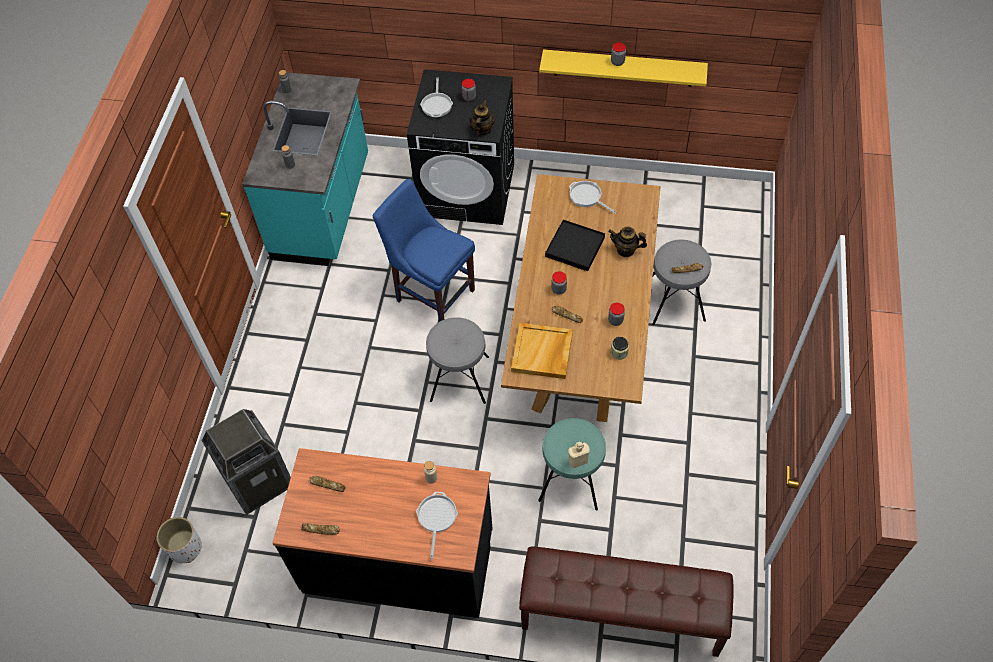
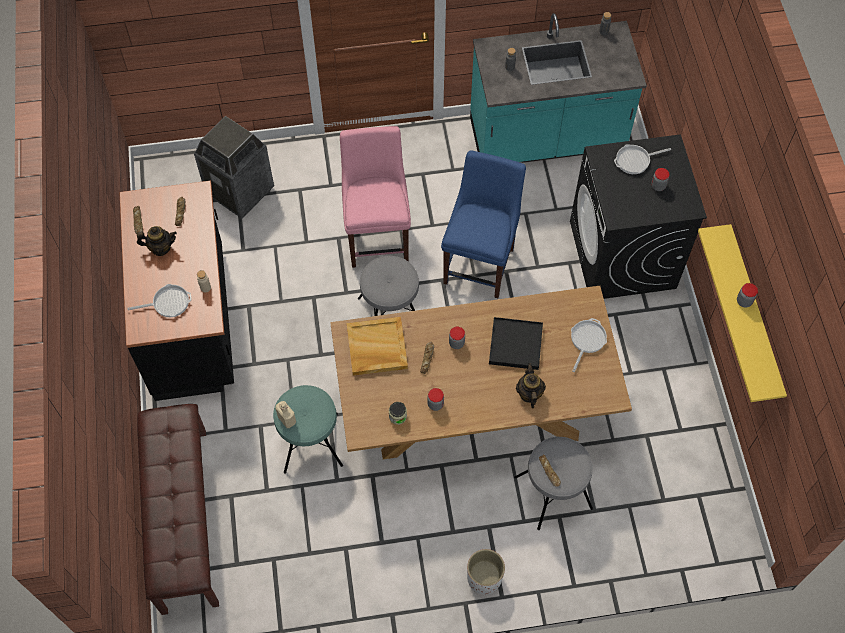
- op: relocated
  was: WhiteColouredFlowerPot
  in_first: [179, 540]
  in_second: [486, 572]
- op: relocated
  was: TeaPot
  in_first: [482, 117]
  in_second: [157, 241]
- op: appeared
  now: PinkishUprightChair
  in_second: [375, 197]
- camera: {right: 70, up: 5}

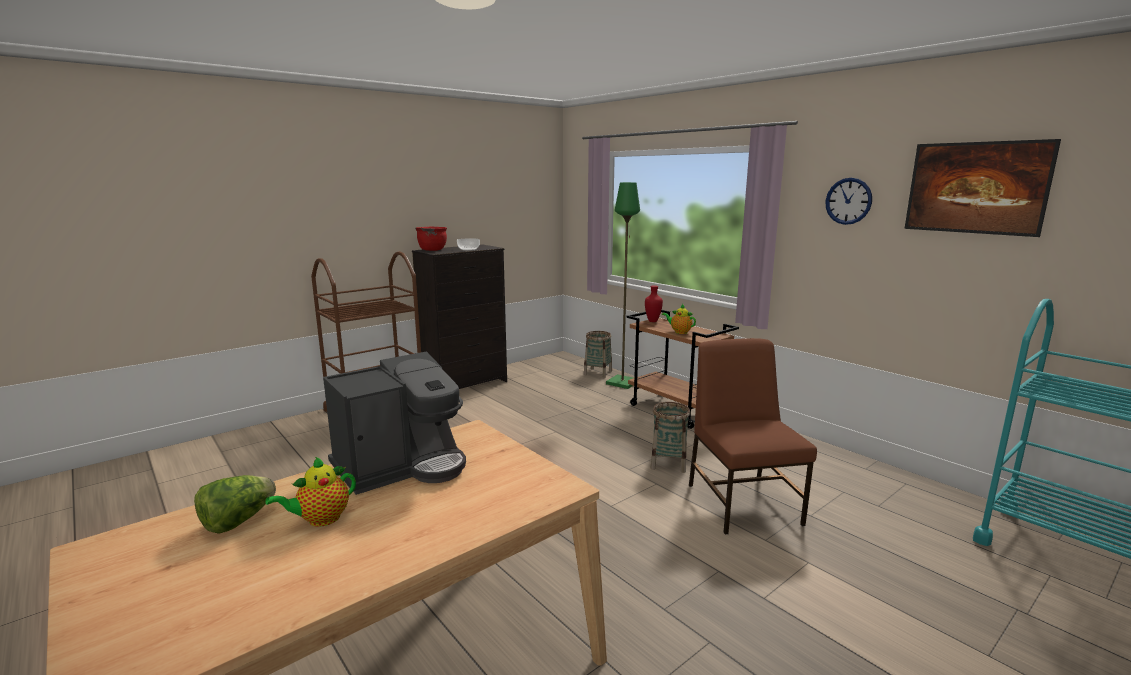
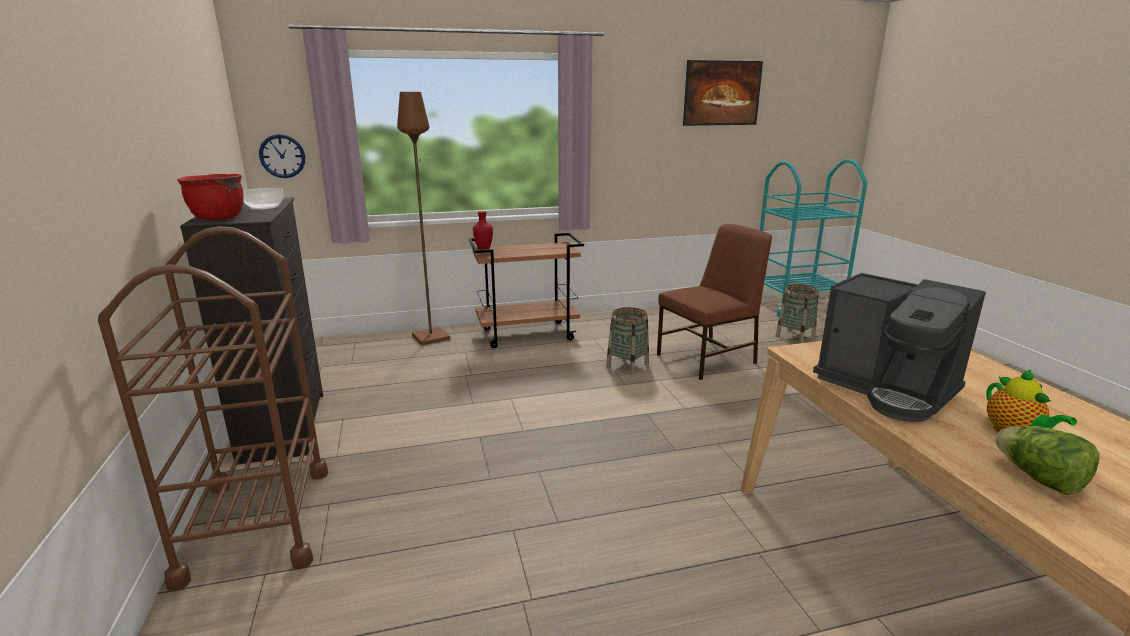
- op: spun
  was: CoffeeBrewer
  in_first: [394, 423]
  in_second: [899, 347]
  clockwise: 150
- op: relocated
  was: Basket
  in_first: [598, 354]
  in_second: [797, 314]
- op: colour
  was: GreenishStandardLamp
  now: BrownStandardLamp
  in_first: [623, 285]
  in_second: [423, 219]
- op: missing
  was: TeaPot
  in_first: [679, 319]
- op: spun
  was: BrownUprightChair
  in_first: [753, 436]
  in_second: [714, 302]
  clockwise: 135
- op: relocated
  was: WallClock
  in_first: [849, 201]
  in_second: [282, 156]
- camera: {right: -65, up: 5}

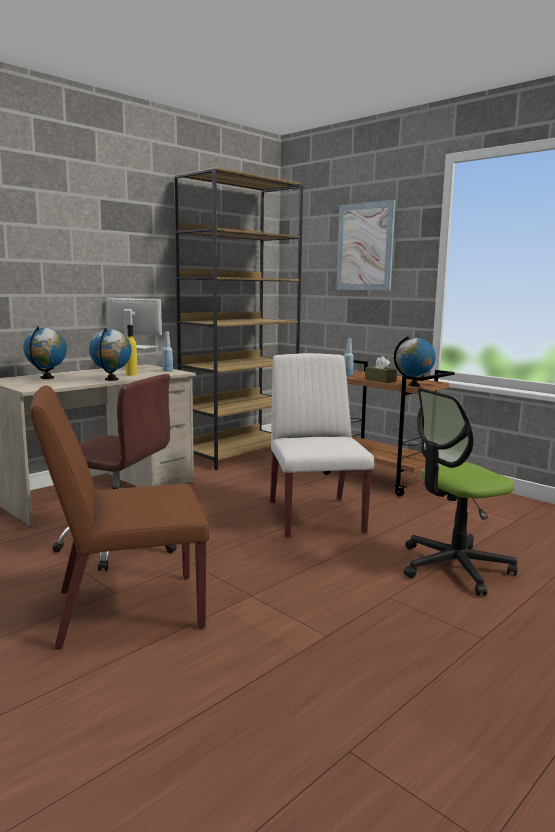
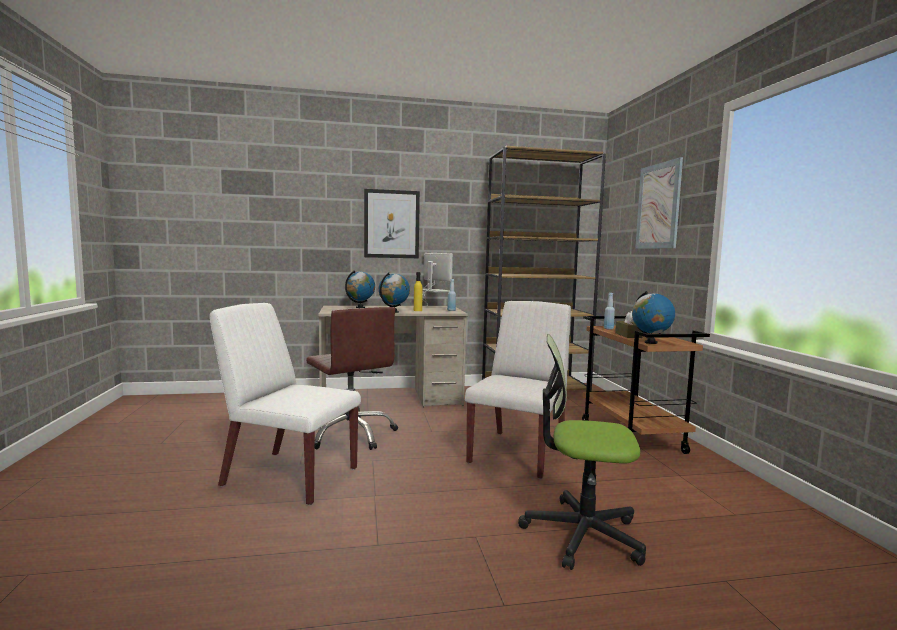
- op: colour
  was: BrownUprightChair
  now: WhiteColouredUprightChair
  in_first: [119, 517]
  in_second: [285, 404]
- op: appeared
  now: Picture
  in_second: [392, 223]
- camera: {right: 35, up: -5}

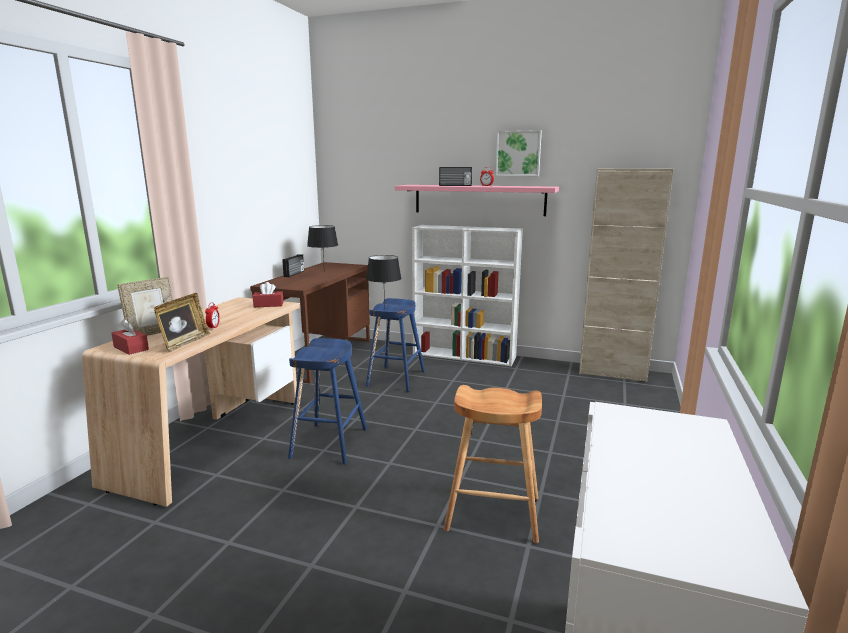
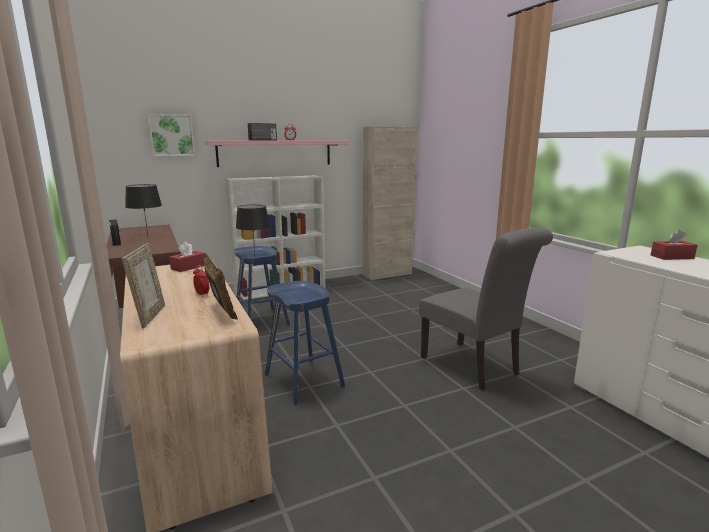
- op: relocated
  was: RedColouredTissueBox
  in_first: [130, 337]
  in_second: [674, 244]
- op: exchanged
  was: BrownStoolSeat
  now: GrayUprightChair
  in_first: [493, 464]
  in_second: [486, 309]
- op: relocated
  was: Picture
  in_first: [519, 153]
  in_second: [171, 135]
- camera: {right: -45, up: 0}

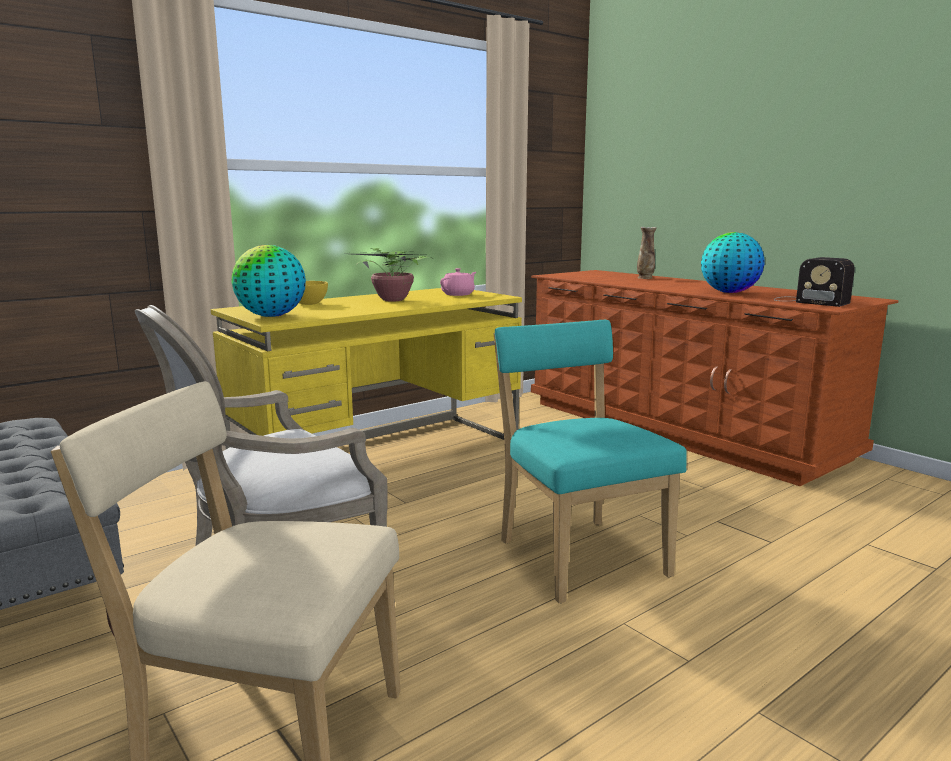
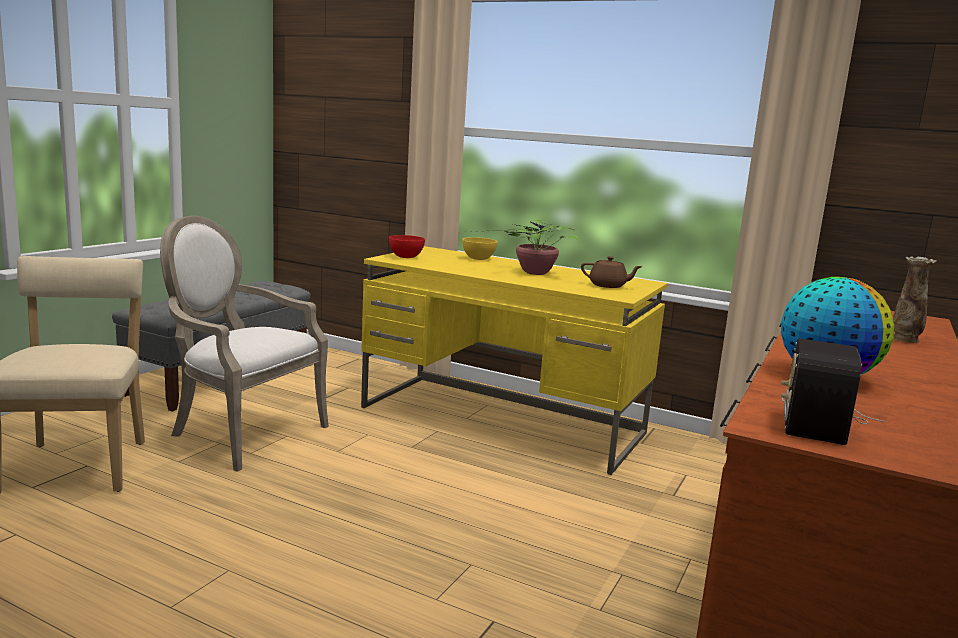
- op: exchanged
  was: WorldGlobe
  now: RedColouredDeepDish
  in_first: [269, 281]
  in_second: [407, 246]
- op: colour
  was: PinkishTeaPot
  now: BrownTeaPot
  in_first: [458, 282]
  in_second: [612, 272]
- op: missing
  was: TurquoiseColouredUprightChair
  in_first: [590, 461]
- camera: {right: 65, up: 0}

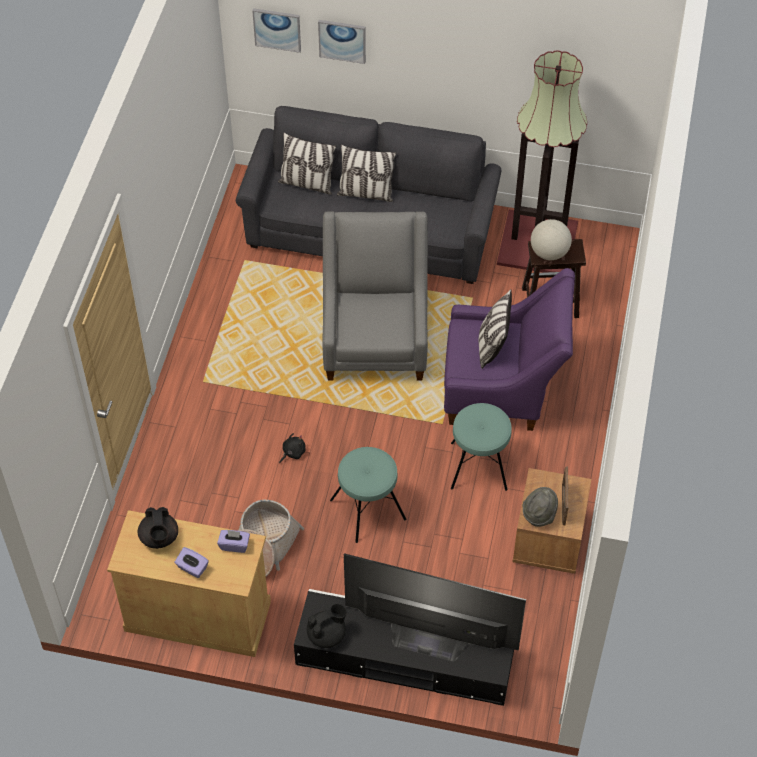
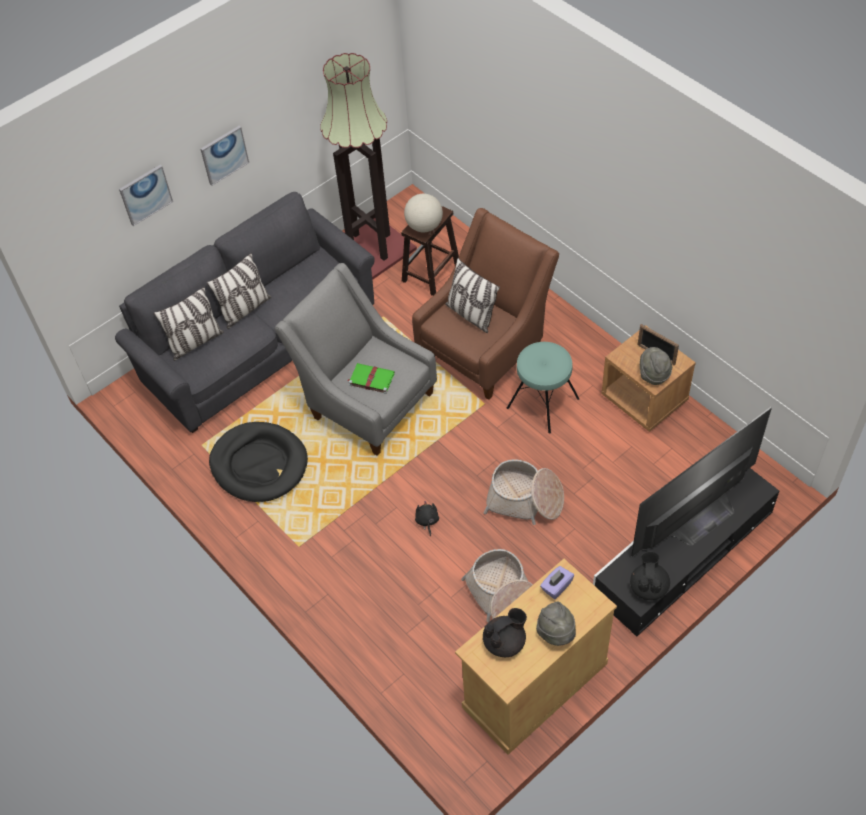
- op: spun
  was: BlackishTeaPot
  in_first: [158, 528]
  in_second: [505, 632]
  clockwise: -60
- op: exchanged
  was: PurpleColouredTissueBox
  now: GrayHat
  in_first: [191, 562]
  in_second: [556, 624]
- op: relocated
  was: Picture
  in_first: [276, 30]
  in_second: [224, 156]
- op: exchanged
  was: TurquoiseColouredStoolSeat
  now: Basket
  in_first: [368, 495]
  in_second: [524, 492]
- op: colour
  was: PurpleColouredEasyChair
  now: BrownEasyChair
  in_first: [509, 349]
  in_second: [485, 304]
- op: appeared
  now: BlackishPetBed
  in_second: [258, 462]
- op: appeared
  now: GreenishBoundBook
  in_second: [371, 378]
- camera: {right: -50, up: 0}

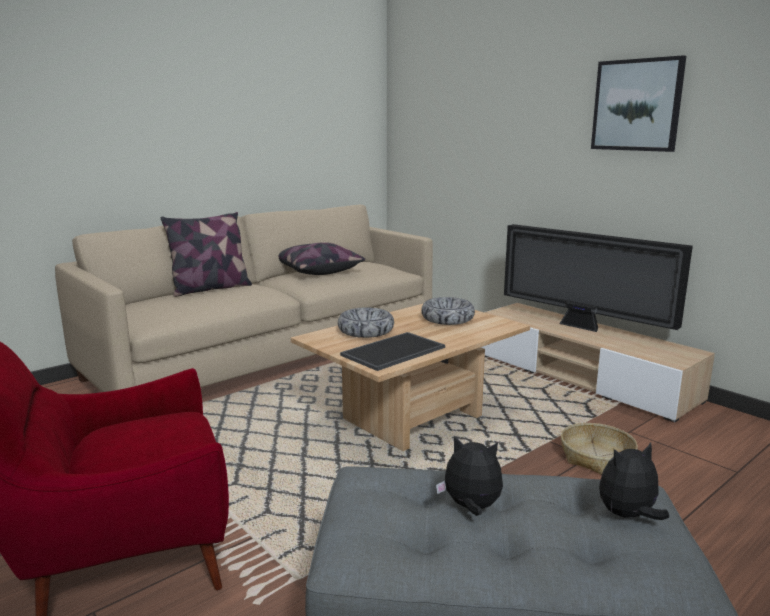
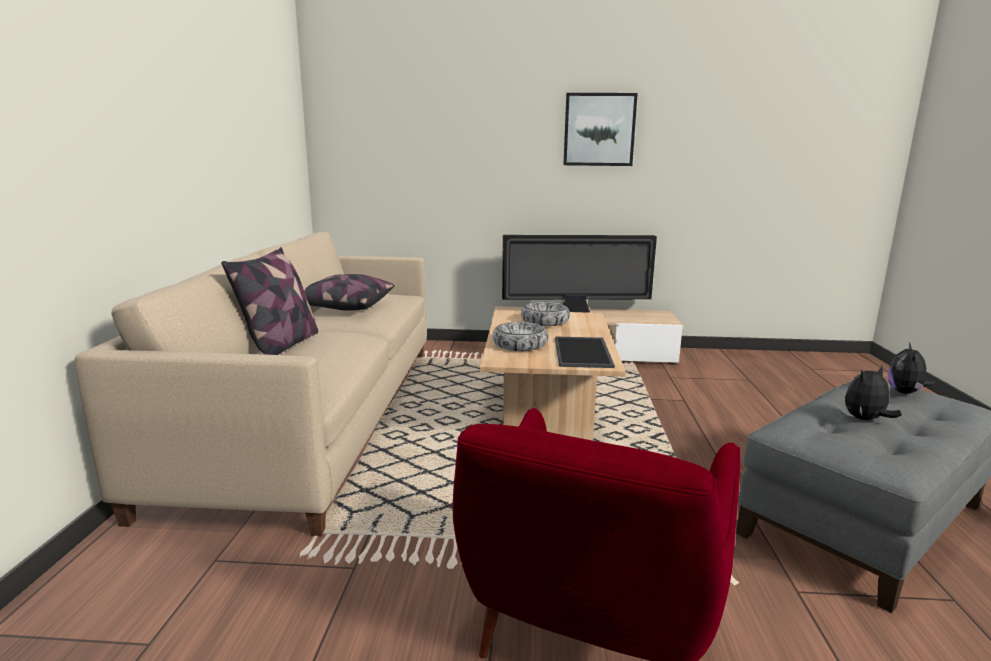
- op: missing
  was: Basket
  in_first: [599, 449]
- camera: {right: -45, up: 0}

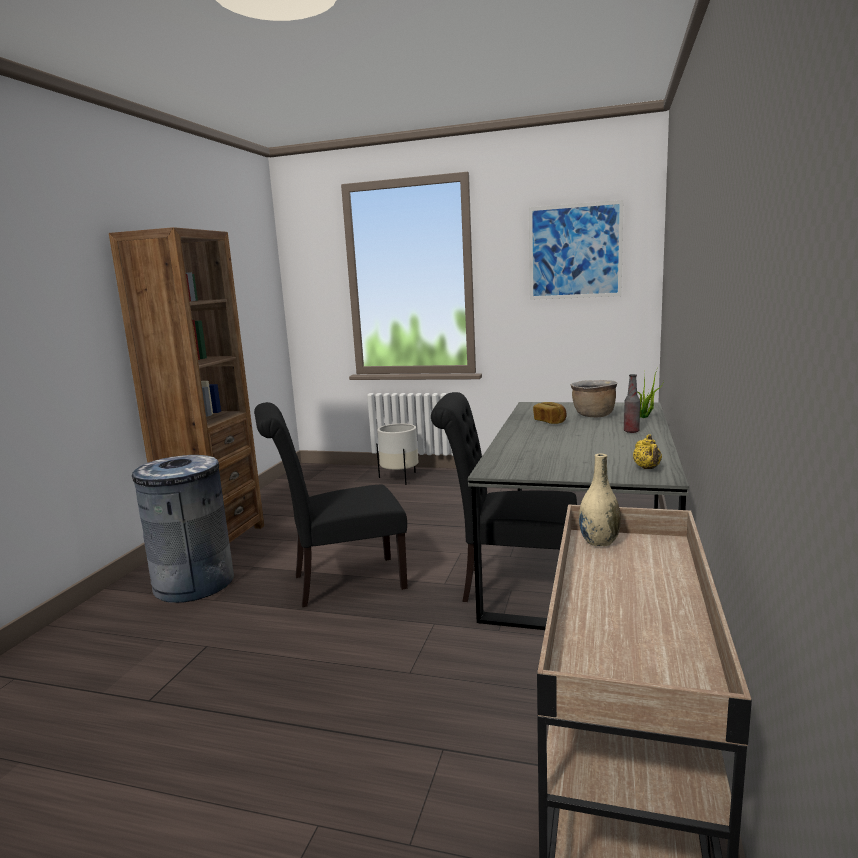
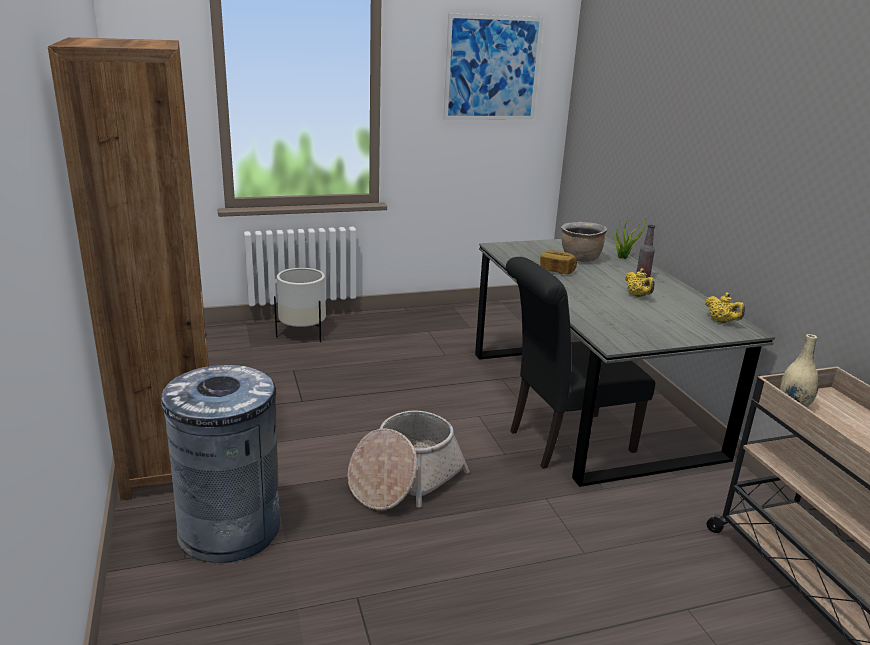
- op: exchanged
  was: BlackishUprightChair
  now: Basket
  in_first: [331, 504]
  in_second: [408, 460]
- op: appeared
  now: YellowishTeaPot
  in_second: [640, 282]
- camera: {right: -35, up: 10}

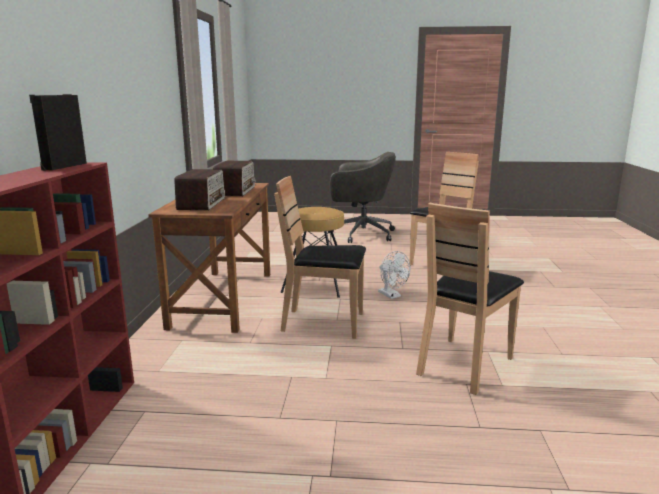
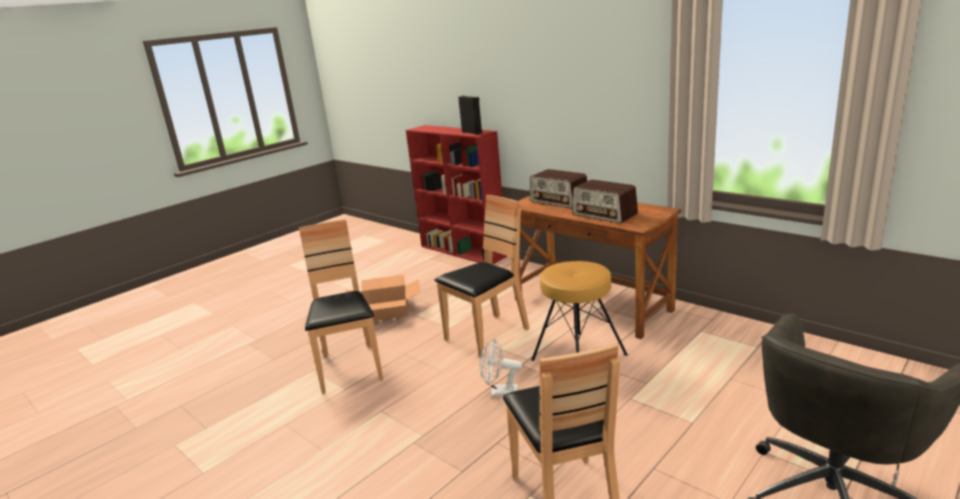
- op: appeared
  now: PackingBox
  in_second: [383, 298]
- camera: {right: 130, up: 5}

